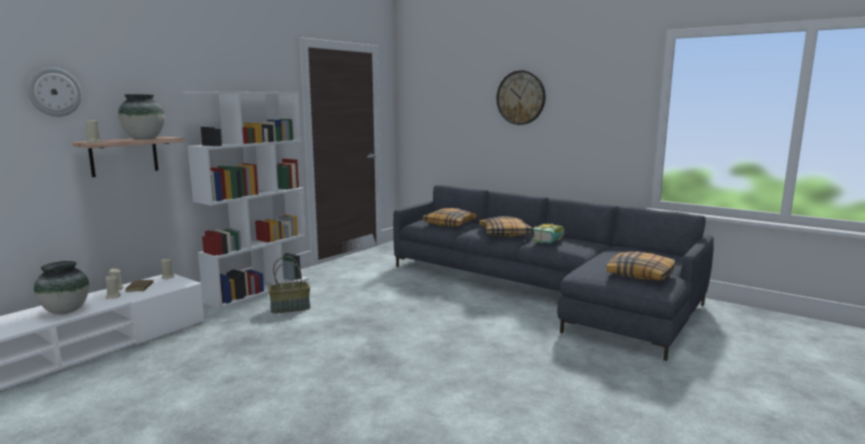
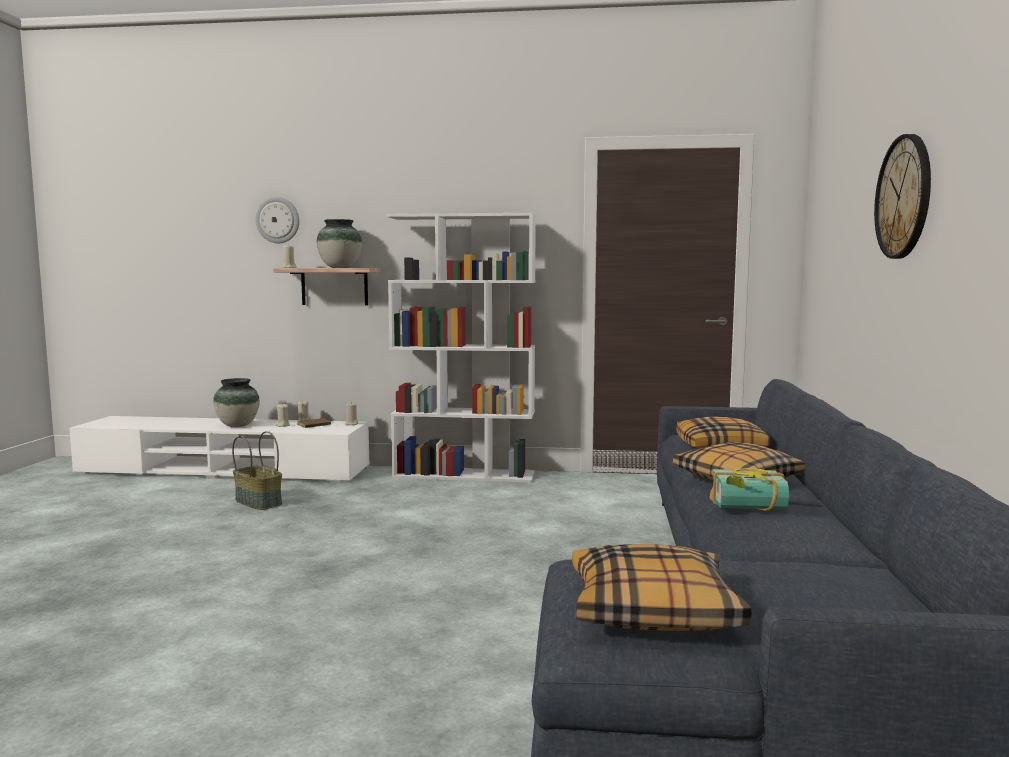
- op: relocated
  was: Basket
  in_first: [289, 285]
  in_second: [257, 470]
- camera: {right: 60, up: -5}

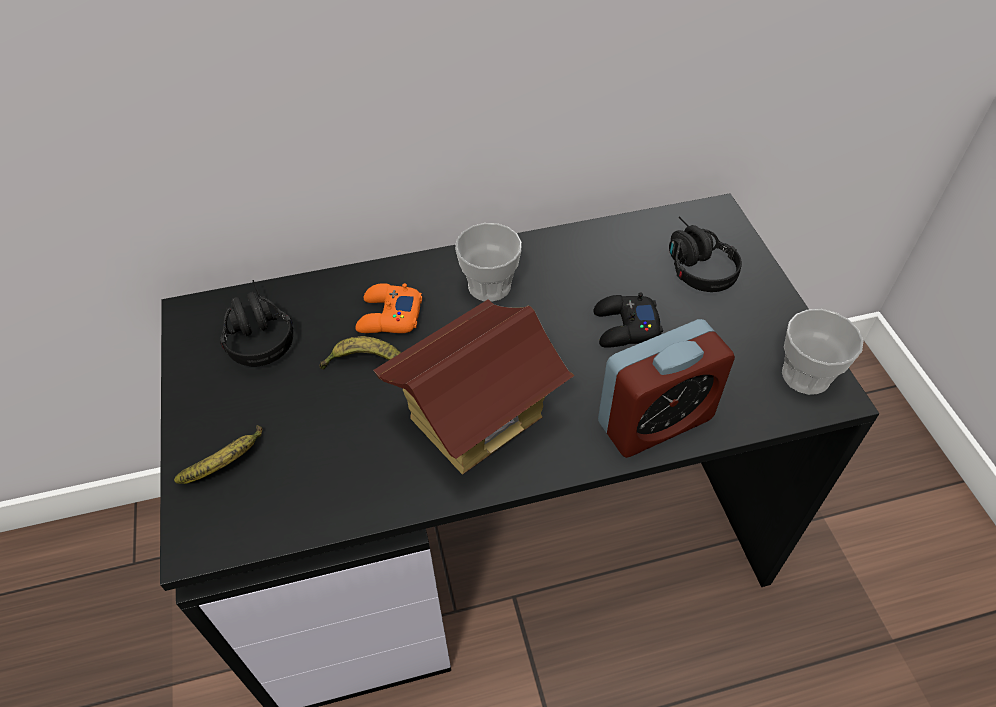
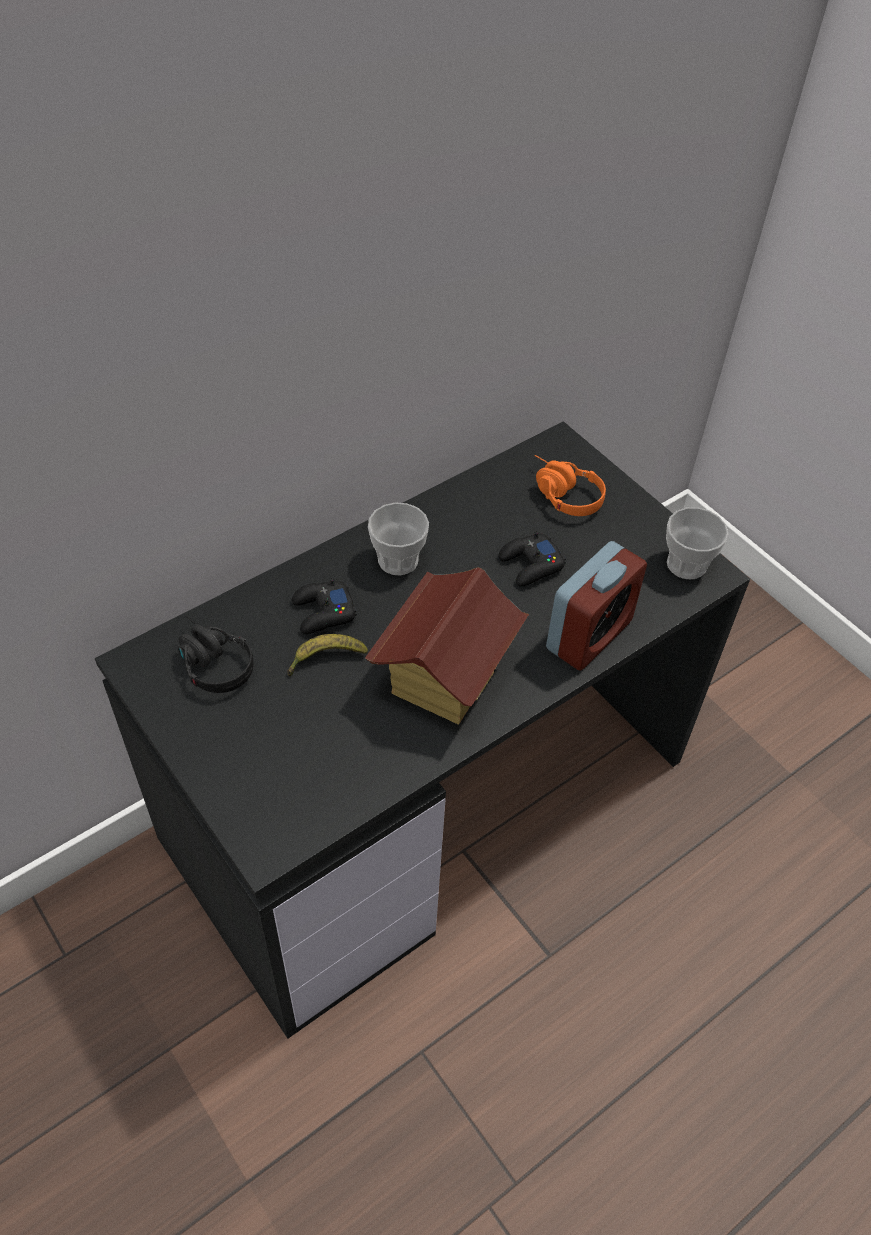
- op: missing
  was: BananaFruit
  in_first: [218, 454]
- op: colour
  was: OrangeyGameController
  now: BlackishGameController
  in_first: [389, 308]
  in_second: [324, 606]
- op: colour
  was: BlackishHeadphones
  now: OrangeyHeadphones
  in_first: [705, 254]
  in_second: [570, 485]
- camera: {right: -25, up: 0}

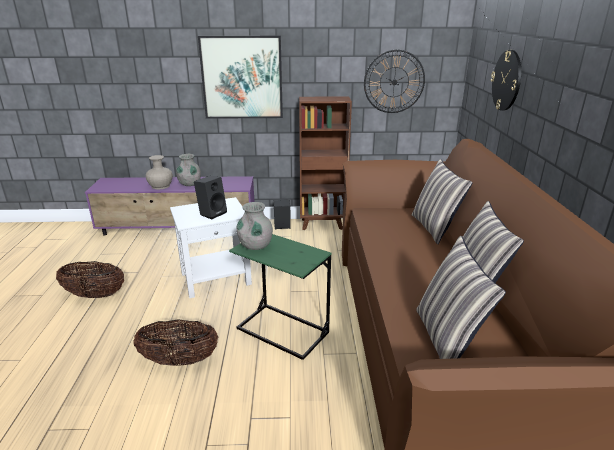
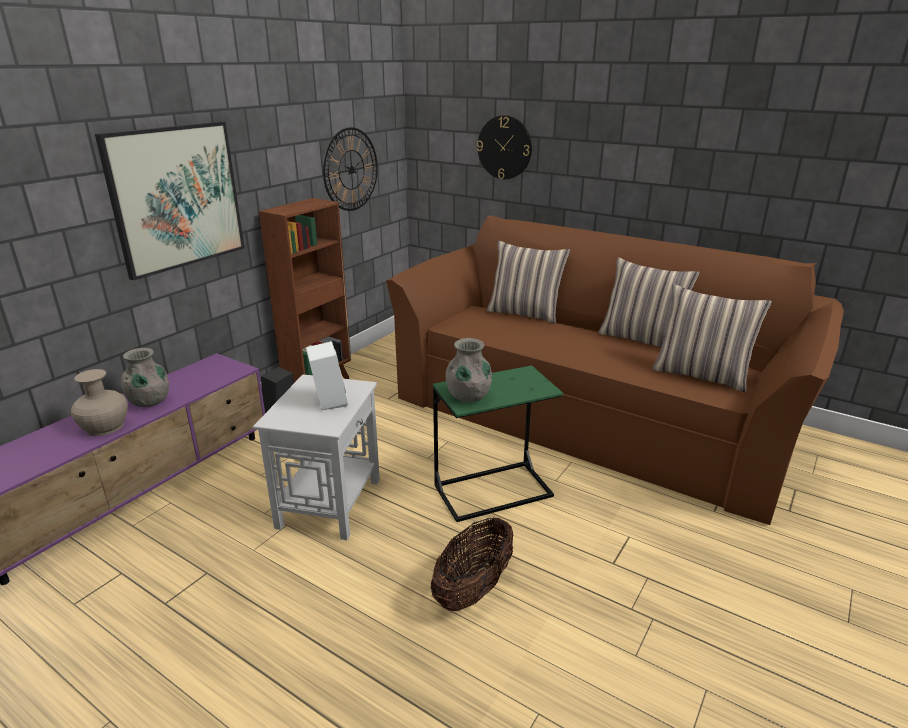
- op: missing
  was: Basket
  in_first: [90, 279]
- op: colour
  was: BlackishAudioSpeaker
  now: WhiteColouredAudioSpeaker
  in_first: [210, 197]
  in_second: [327, 375]
- camera: {right: -55, up: 0}

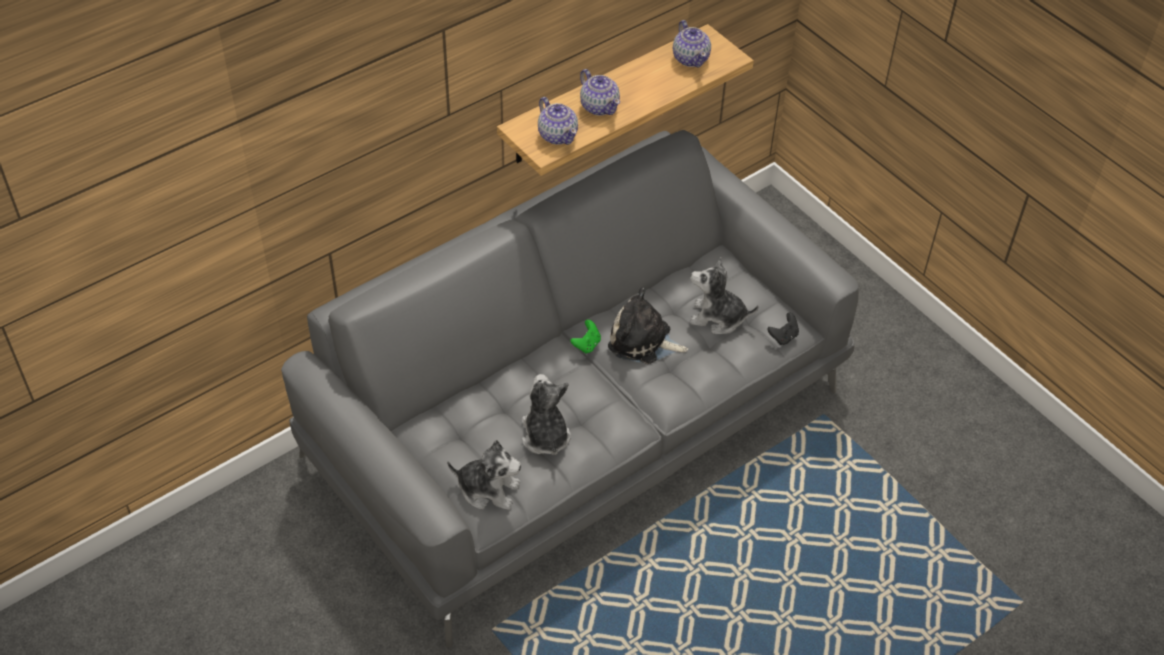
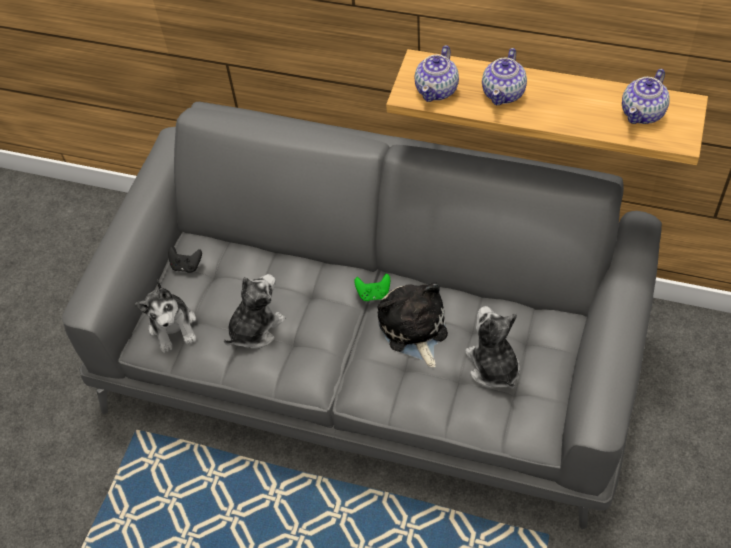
- op: relocated
  was: BlackishGameController
  in_first: [783, 328]
  in_second: [185, 259]
- camera: {right: 60, up: 5}

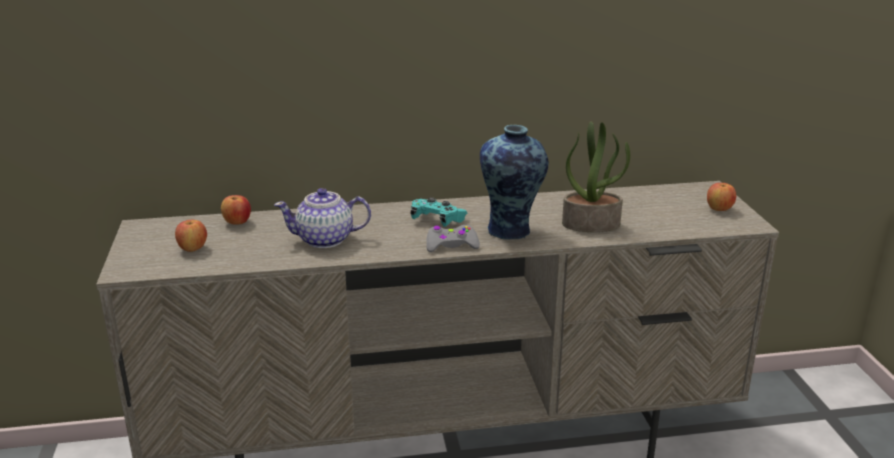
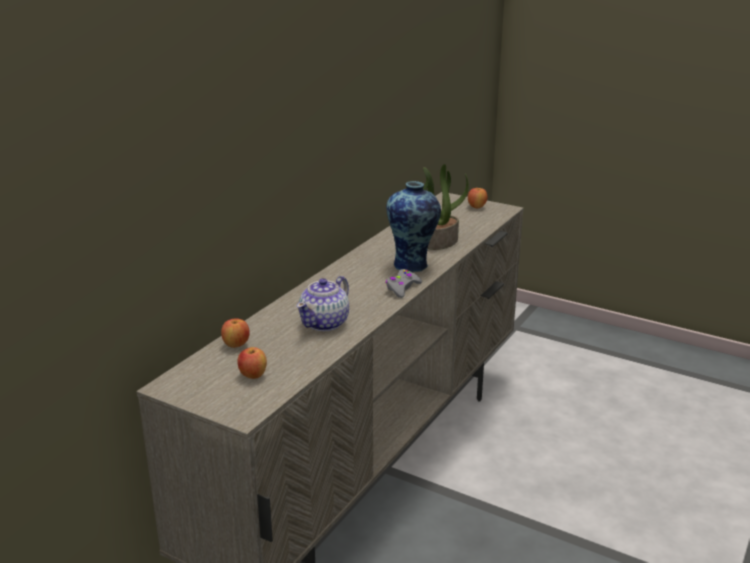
- op: missing
  was: TurquoiseColouredGameController
  in_first: [439, 212]
- camera: {right: -50, up: 0}

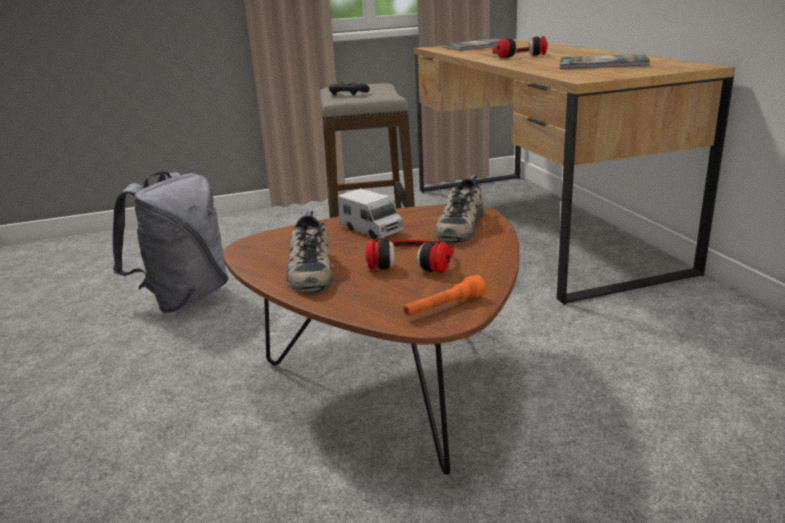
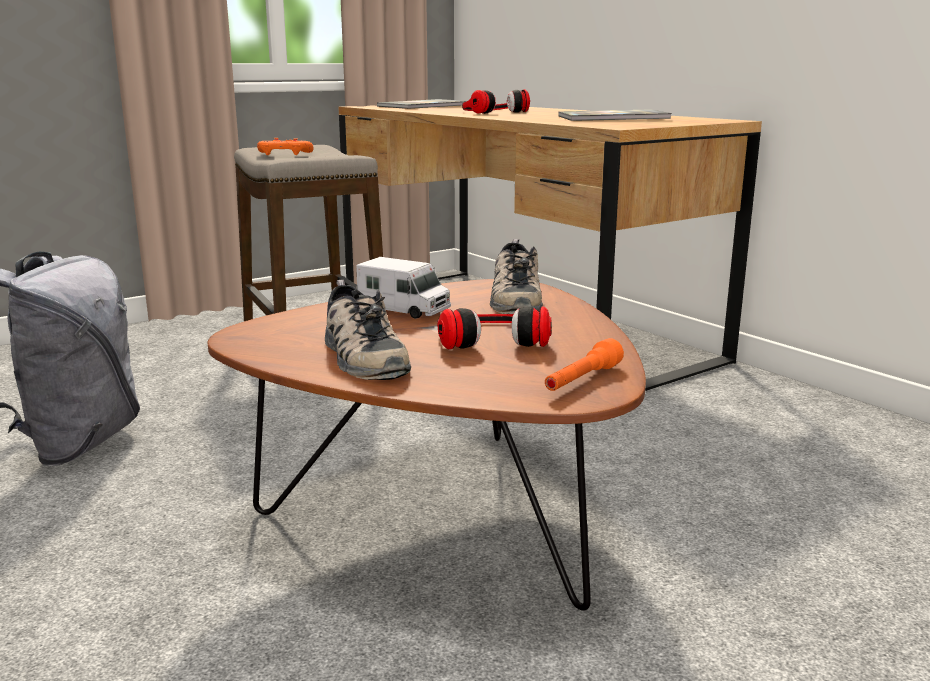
- op: colour
  was: BlackishGameController
  now: OrangeyGameController
  in_first: [349, 89]
  in_second: [285, 146]
- camera: {right: -20, up: -5}

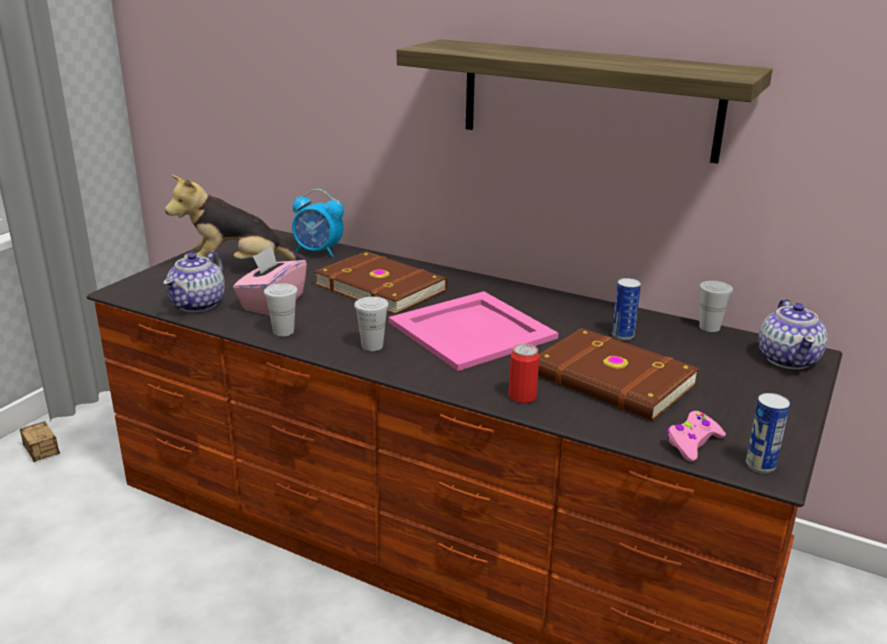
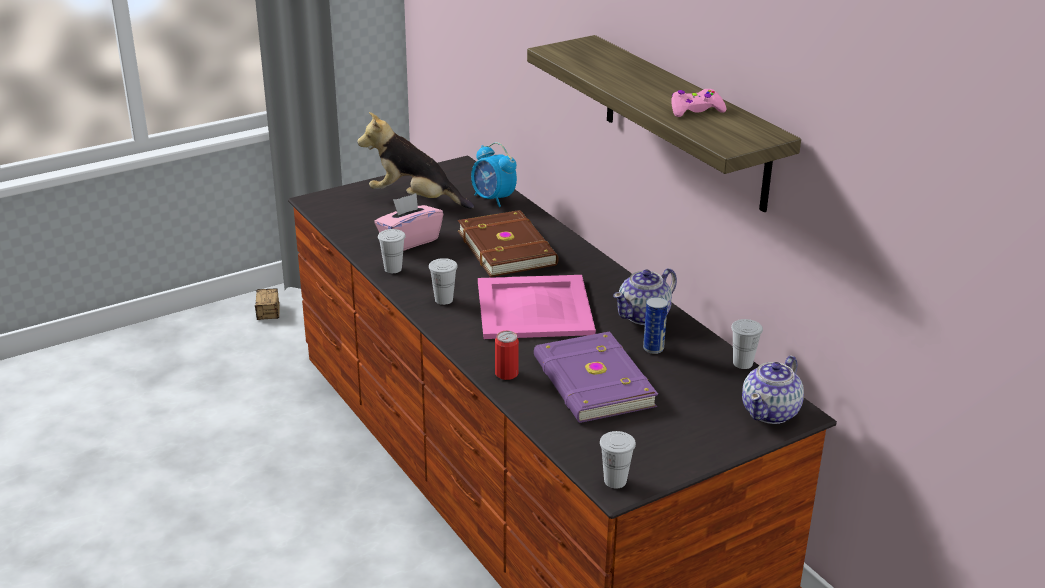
- op: relocated
  was: TeaPot
  in_first: [194, 281]
  in_second: [645, 296]
- op: colour
  was: BrownBoundBook
  now: PurpleColouredBoundBook
  in_first: [619, 374]
  in_second: [596, 377]
- op: relocated
  was: PinkishGameController
  in_first: [696, 436]
  in_second: [698, 103]
- op: exchanged
  was: Can
  now: WhiteColouredDrinkingCup
  in_first: [768, 433]
  in_second: [618, 459]
- camera: {right: 30, up: 5}

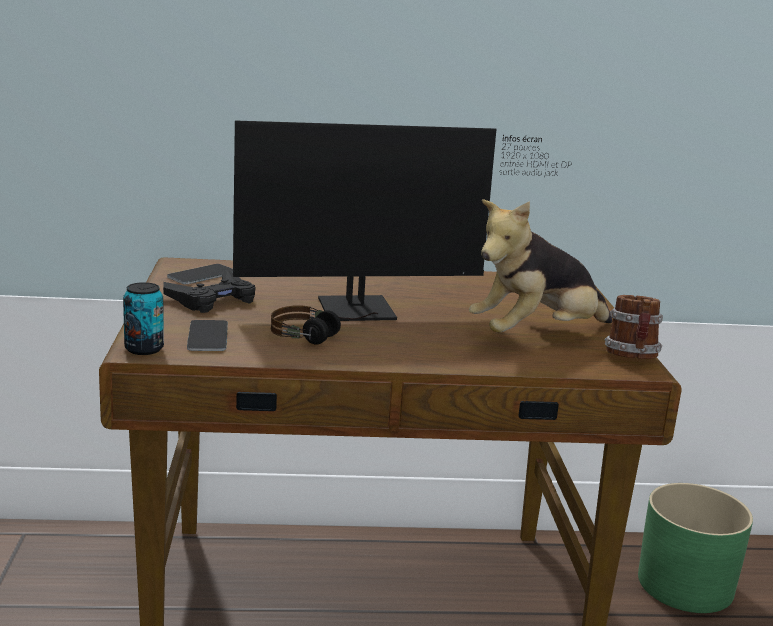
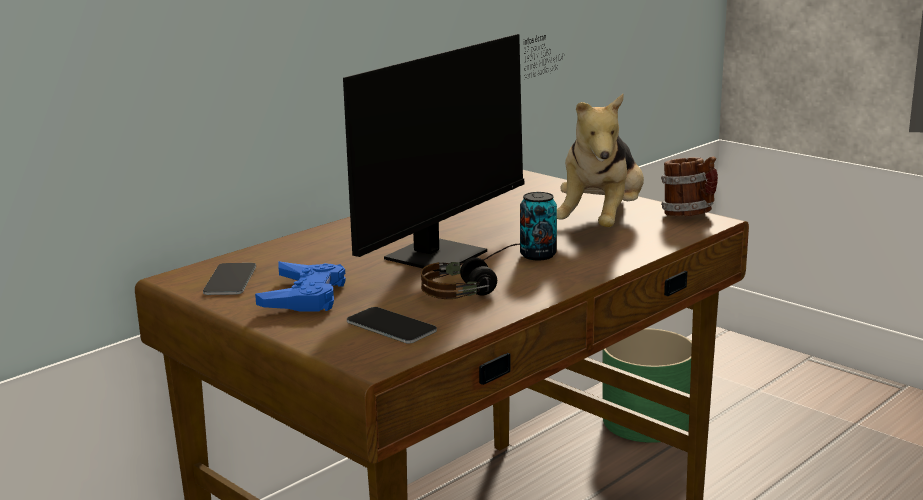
- op: relocated
  was: Can
  in_first: [143, 318]
  in_second: [538, 226]
- op: colour
  was: BlackishGameController
  now: BluishGameController
  in_first: [209, 291]
  in_second: [300, 286]
- camera: {right: -40, up: 0}

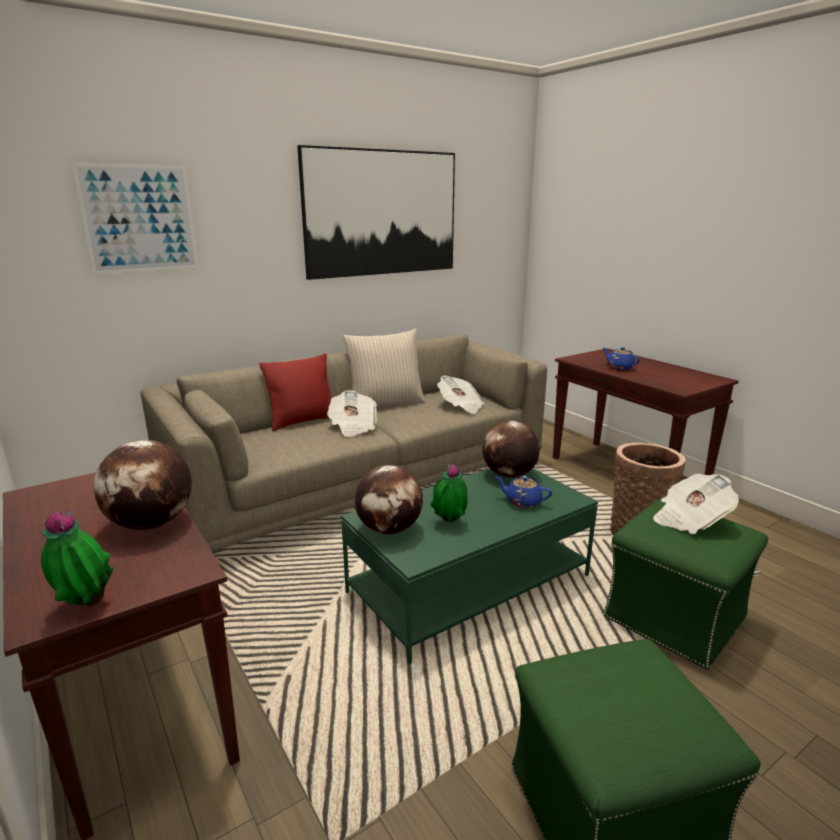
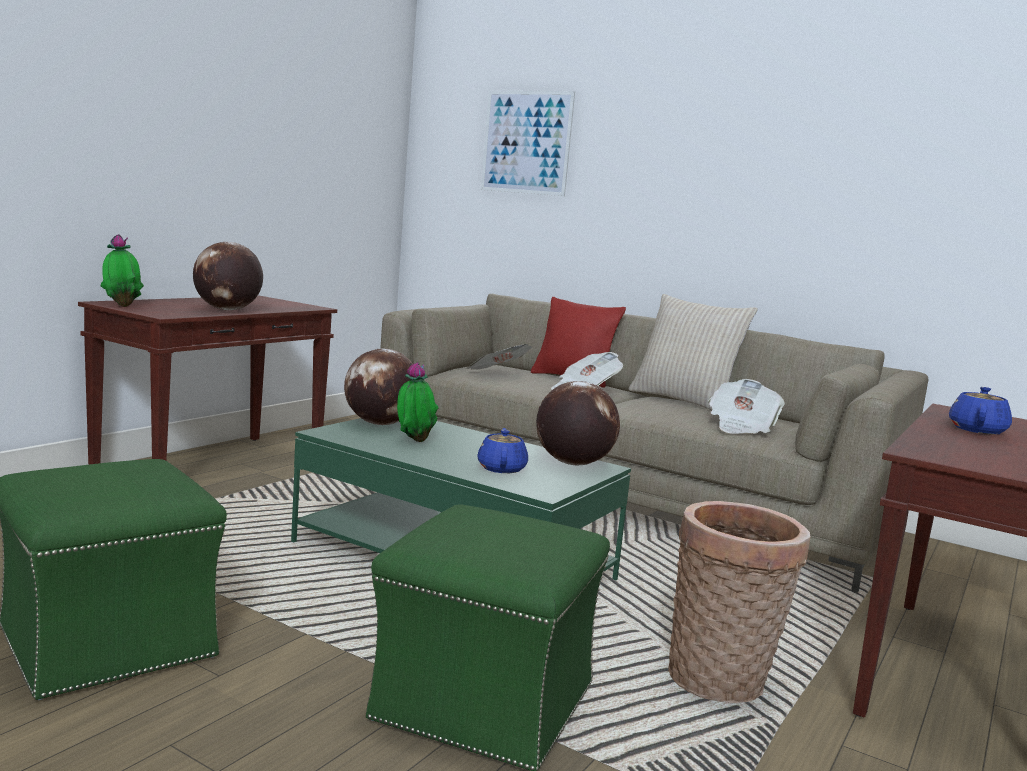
- op: missing
  was: Picture
  in_first: [376, 212]
- op: relocated
  was: PrintedPaper
  in_first: [696, 504]
  in_second: [499, 357]
- camera: {right: 65, up: -10}

